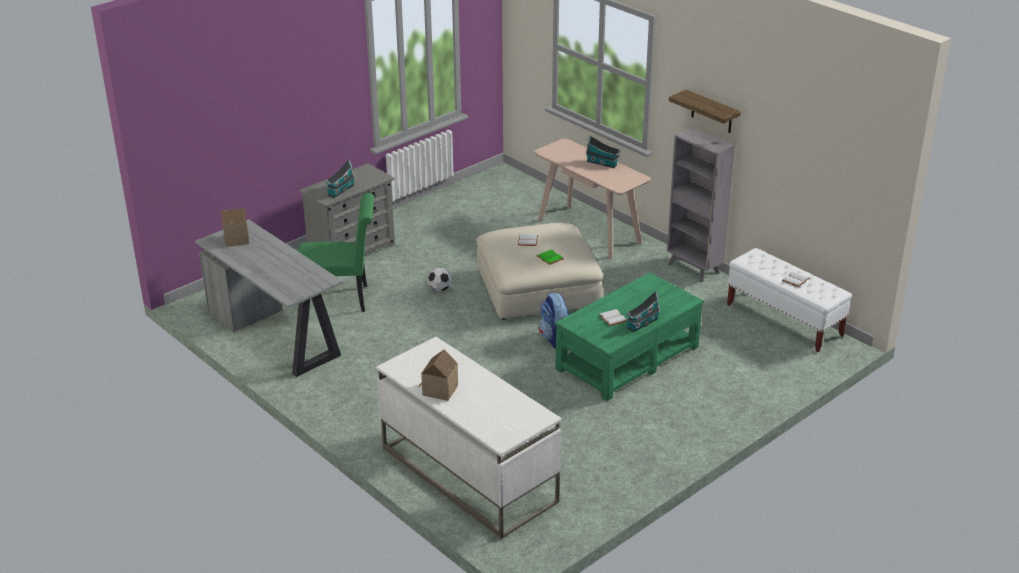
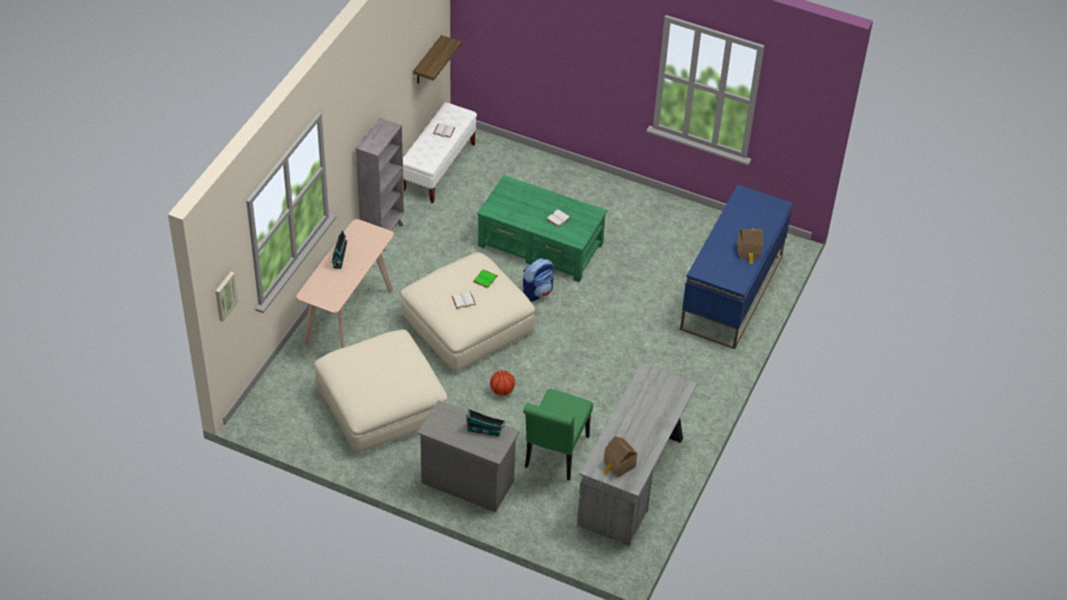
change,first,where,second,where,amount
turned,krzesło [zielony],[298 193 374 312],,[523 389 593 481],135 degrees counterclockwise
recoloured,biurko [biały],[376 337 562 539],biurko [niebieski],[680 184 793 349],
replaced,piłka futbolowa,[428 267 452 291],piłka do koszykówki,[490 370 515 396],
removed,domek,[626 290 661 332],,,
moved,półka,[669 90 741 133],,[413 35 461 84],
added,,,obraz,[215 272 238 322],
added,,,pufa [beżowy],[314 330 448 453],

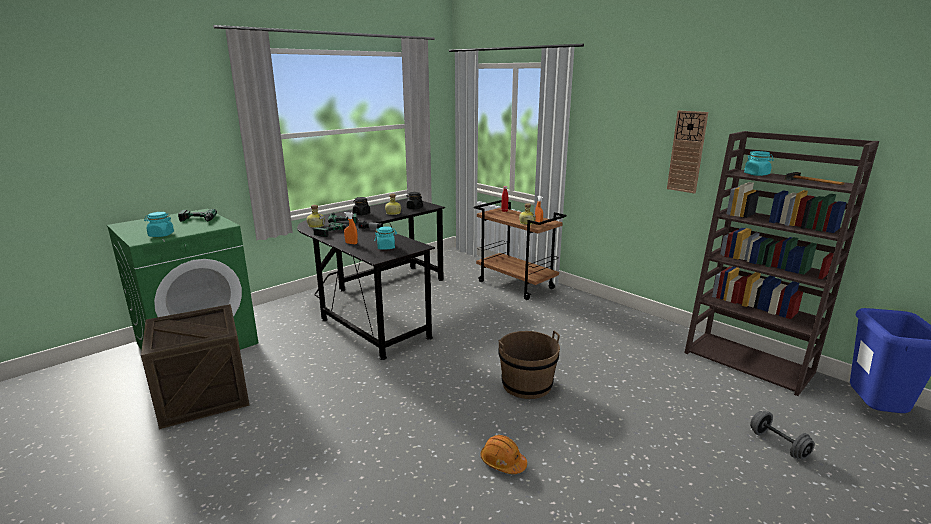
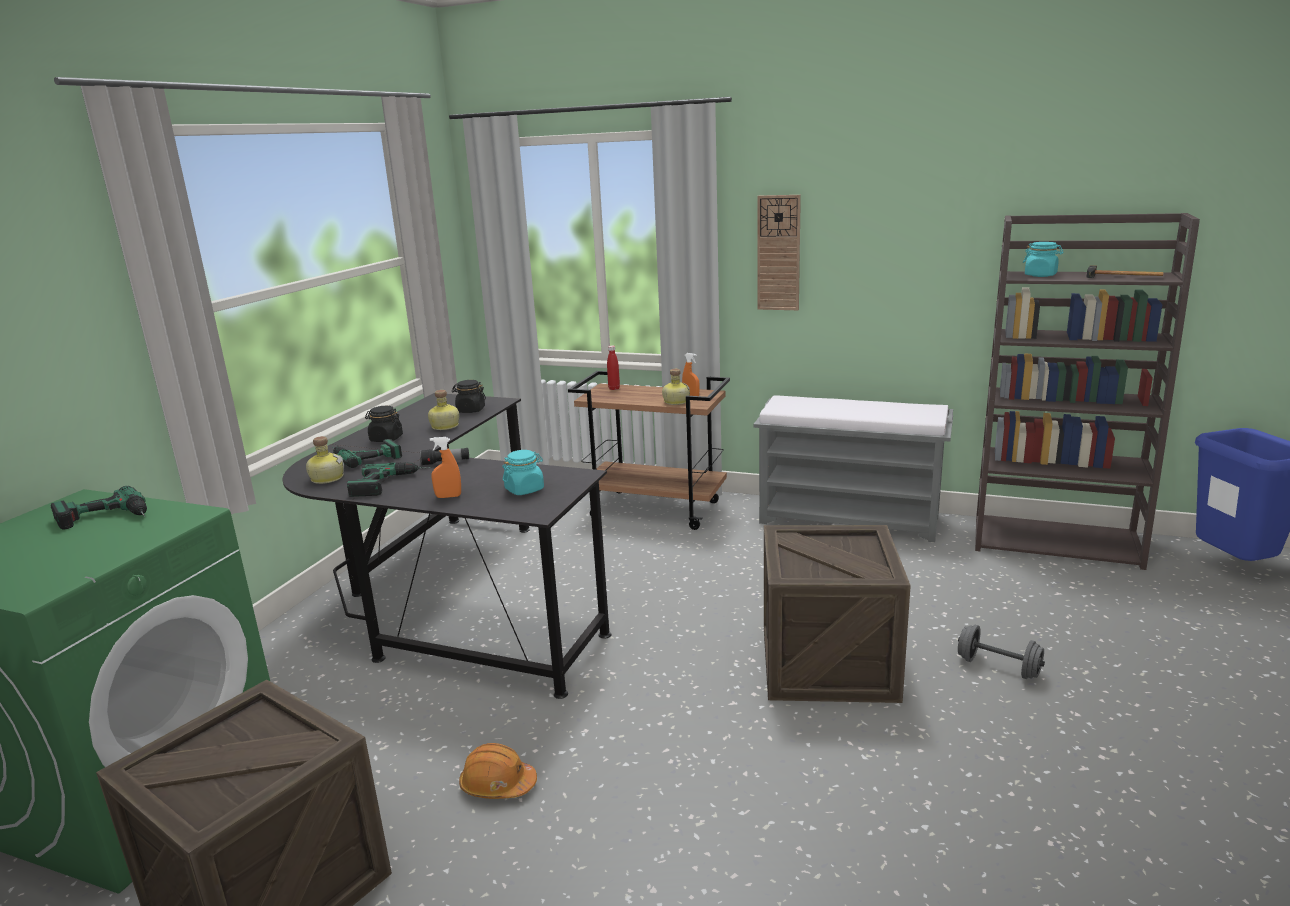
change,first,where,second,where,amount
removed,słoik [turkusowy],[144 212 174 237],,,
moved,kask [pomarańczowy],[480 435 527 474],,[459 743 537 799],
replaced,wiadro [brązowy],[498 331 560 399],skrzynka,[764 525 911 703],
moved,zegar ścienny,[667 110 708 194],,[757 195 801 310],
moved,hantel [szary],[750 411 815 460],,[958 625 1045 679],
added,,,ławka [szary],[753 395 953 542],

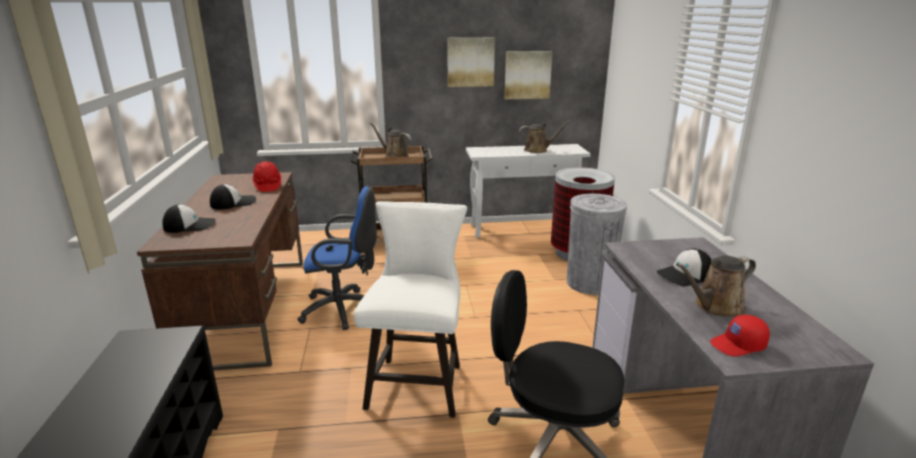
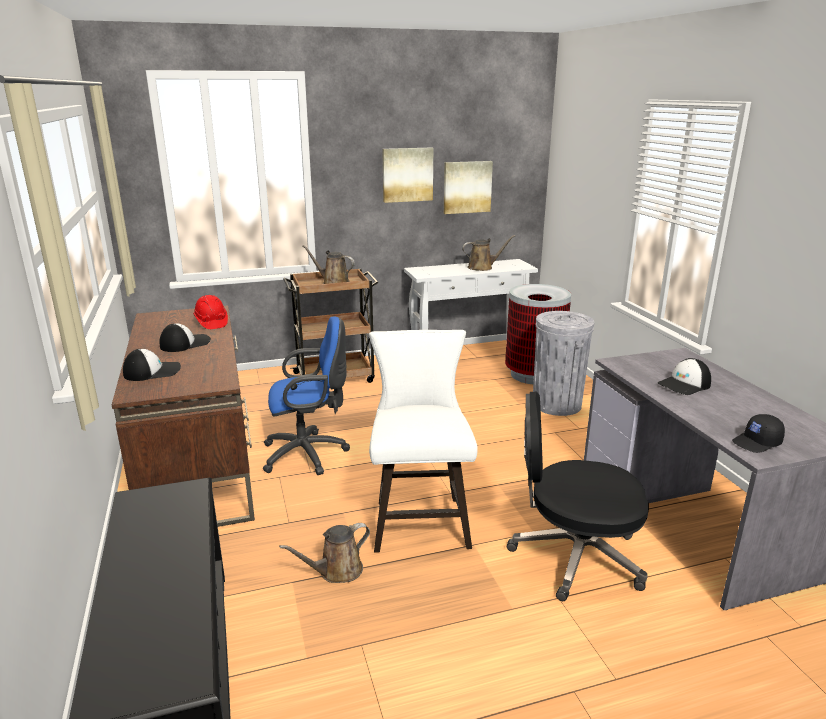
change,first,where,second,where,amount
moved,konewka [brązowy],[676 255 756 317],,[279 523 370 583],
recoloured,czapka z daszkiem [czerwony],[710 315 770 356],czapka z daszkiem [czarny],[732 414 785 453],

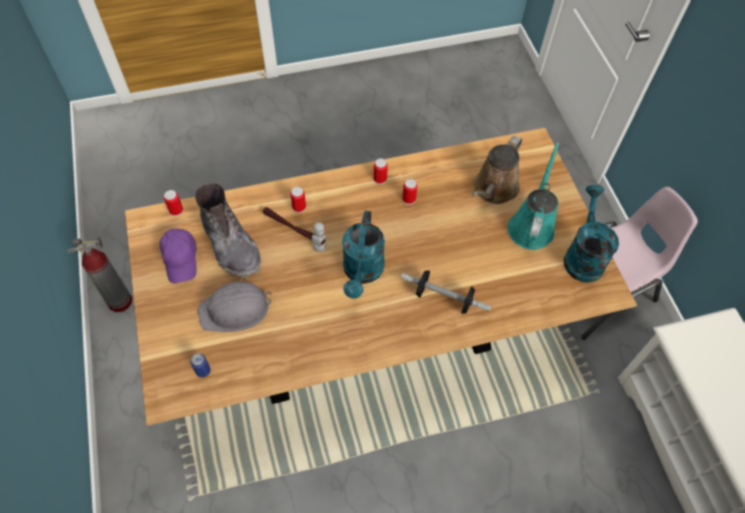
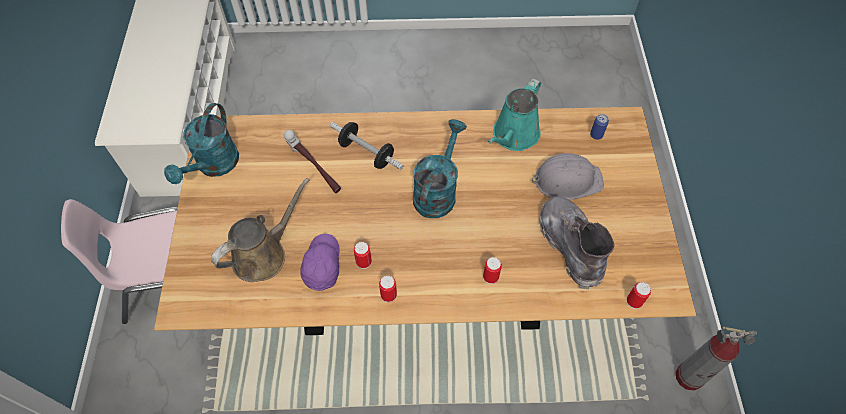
change,first,where,second,where,amount
moved,czapka z daszkiem [fioletowy],[159 229 197 283],,[300 234 340 291],
moved,młotek,[263 207 327 252],,[284 130 341 193],
moved,konewka [turkusowy],[507 142 559 250],,[488 78 541 151],

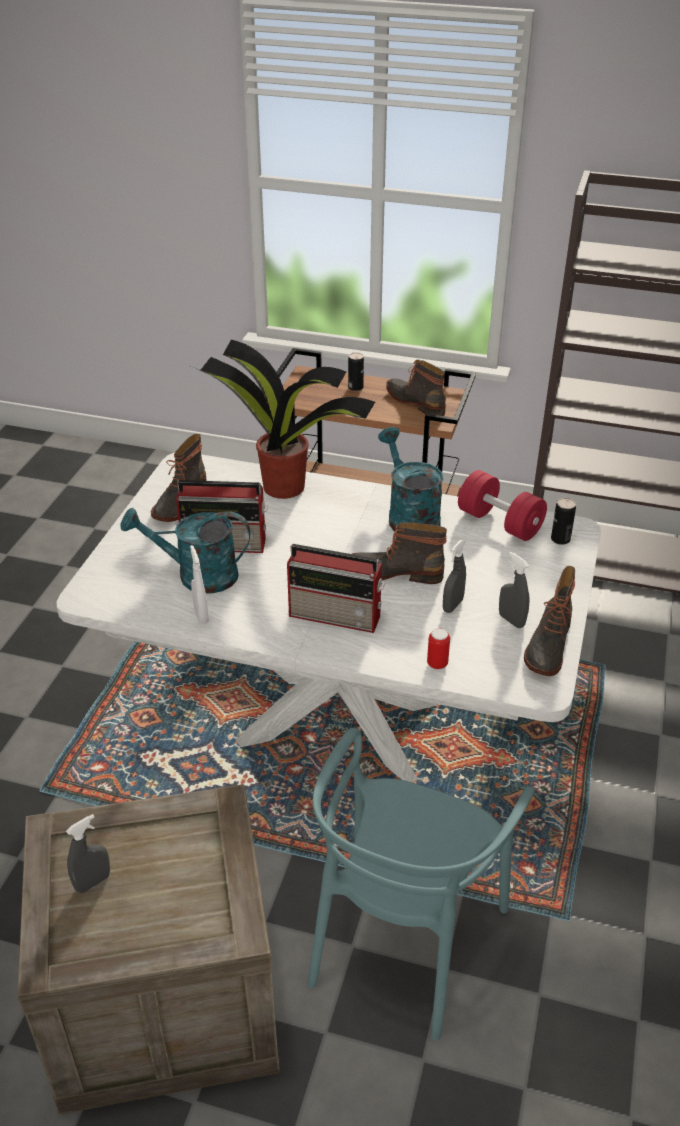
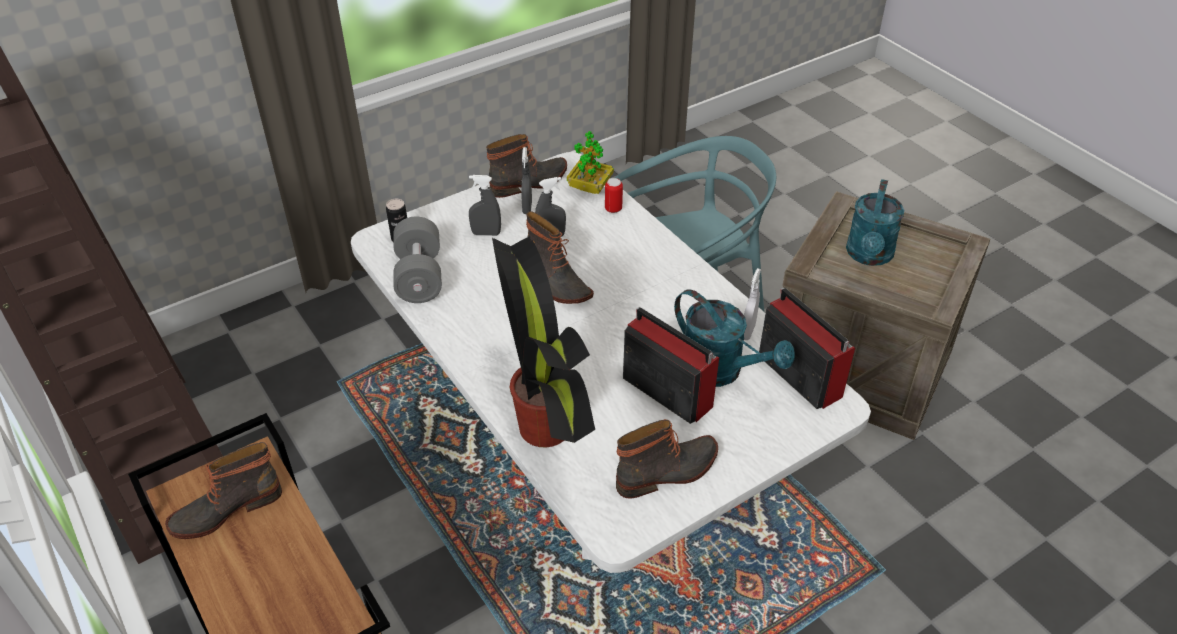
change,first,where,second,where,amount
moved,spryskiwacz [szary],[66 814 110 893],,[469 175 501 236],
moved,radio,[287 544 385 633],,[759 288 855 409],
removed,puszka,[348 352 364 391],,,
moved,konewka [turkusowy],[378 427 443 532],,[846 179 904 266],
turned,but z cholewką,[386 360 446 416],,[165 442 282 539],60 degrees clockwise
recoloured,hantel [czerwony],[458 470 547 541],hantel [szary],[393 217 442 303],
added,,,roślina doniczkowa,[567 131 614 194],

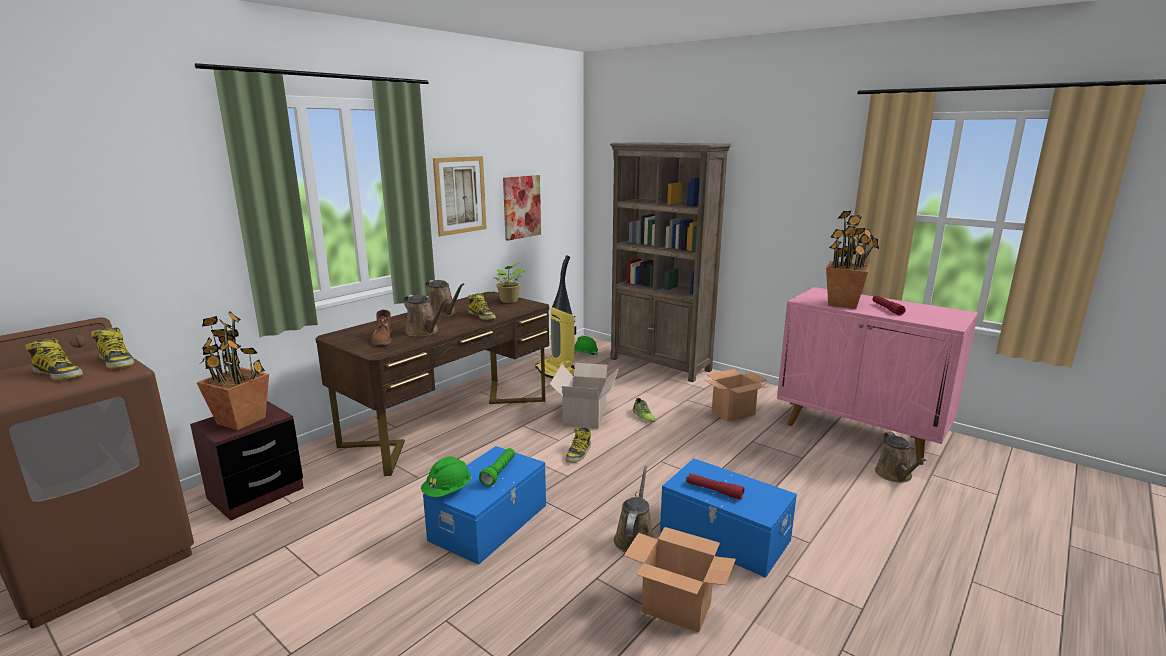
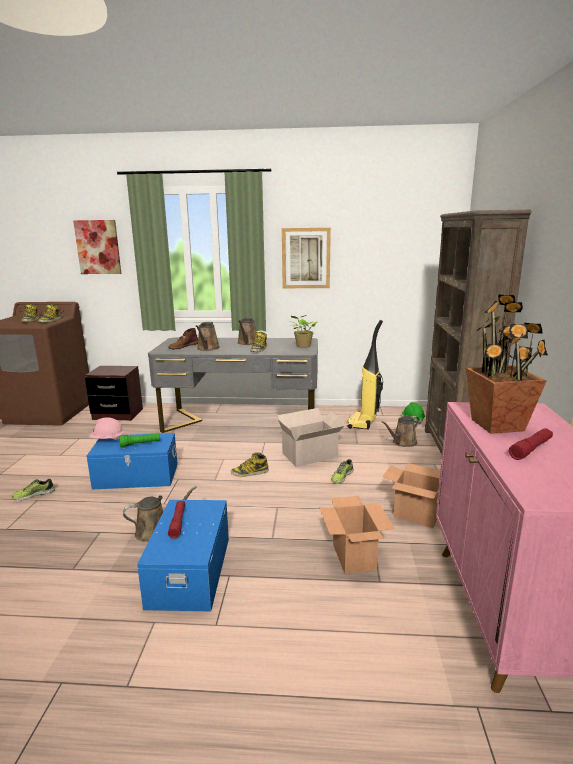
change,first,where,second,where,amount
removed,roślina doniczkowa,[196 312 269 430],,,
recoloured,biurko [brązowy],[316 292 549 476],biurko [szary],[148 337 318 433],
recoloured,kask [zielony],[421 456 471 497],kask [różowy],[89 417 125 440],
moved,obraz,[503 175 541 241],,[73 220 121 274],
moved,karton,[624 527 736 633],,[319 496 395 574],
moved,konewka [brązowy],[875 432 926 482],,[382 416 420 447],
added,,,but,[12 479 55 500],

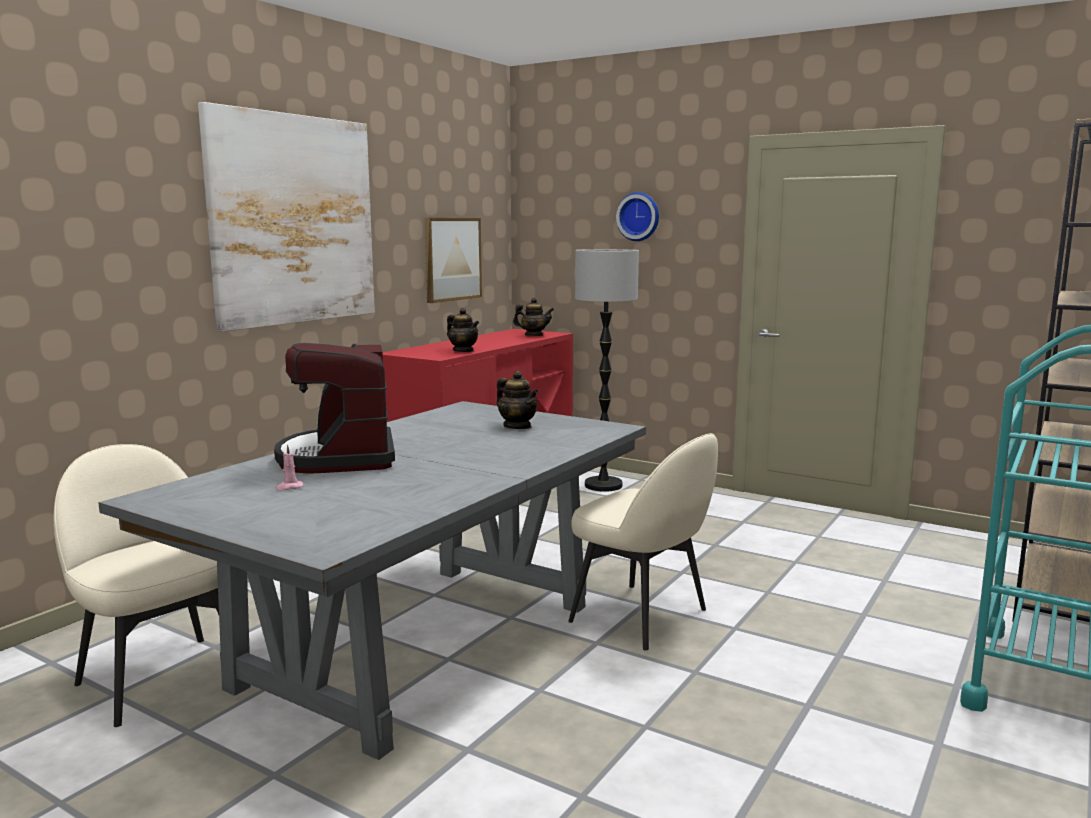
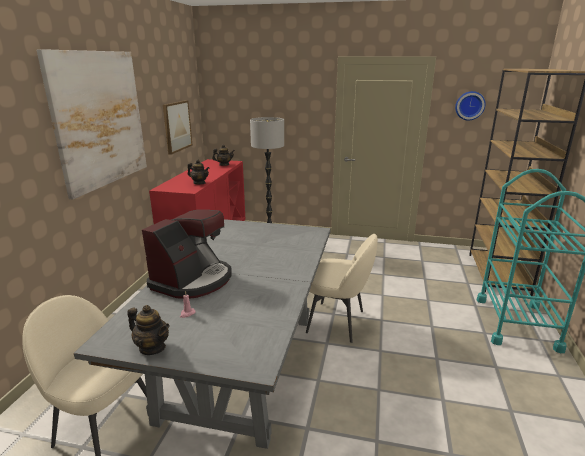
change,first,where,second,where,amount
turned,ekspres do kawy,[274 343 395 474],,[142 210 232 299],120 degrees counterclockwise
moved,imbryk,[496 371 539 429],,[127 305 170 355],
moved,zegar ścienny,[616 192 659 241],,[455 91 486 120],

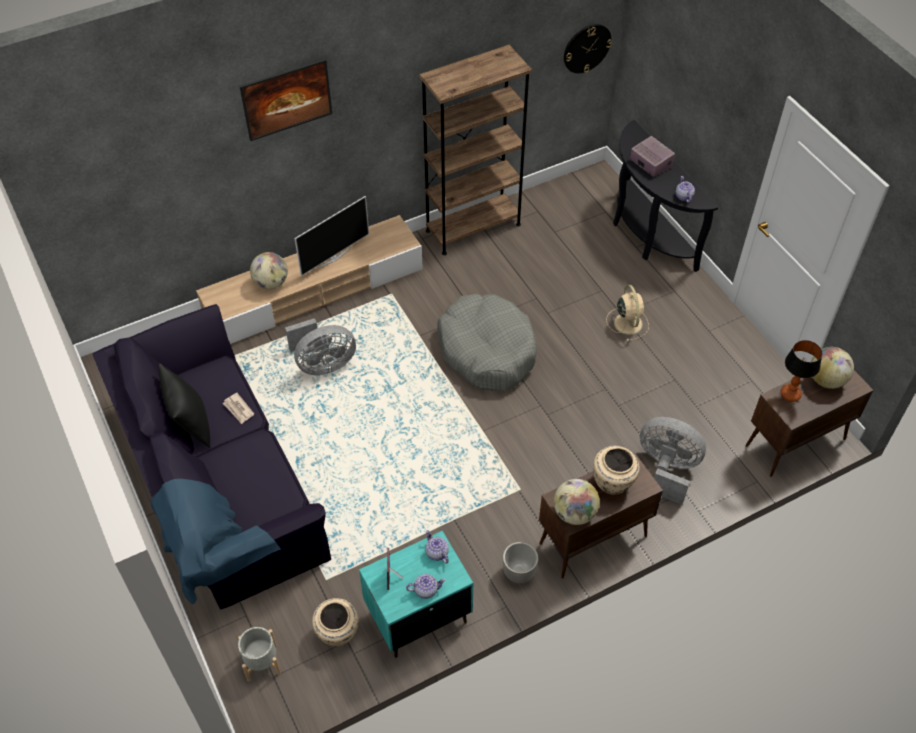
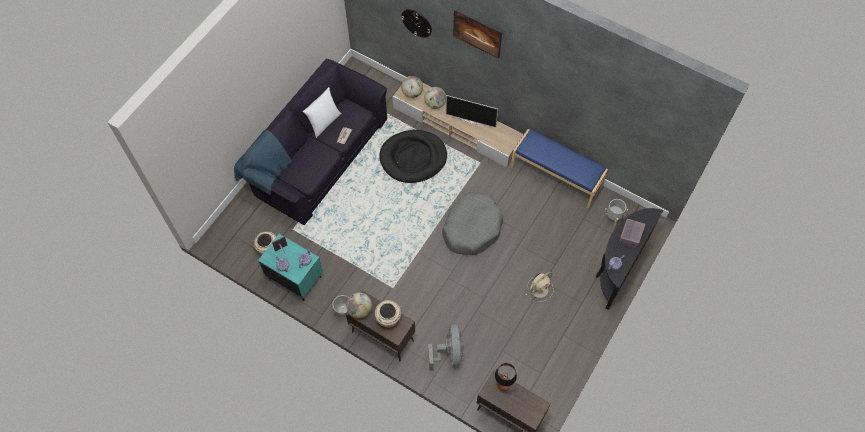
change,first,where,second,where,amount
recoloured,poduszka [czarny],[158 363 210 448],poduszka [biały],[303 87 342 138],
moved,donica [szary],[238 627 281 682],,[602 199 628 228],
replaced,wentylator [szary],[285 318 356 375],legowisko [czarny],[380 130 447 183],
replaced,regał [brązowy],[419 44 532 255],ławka [niebieski],[511 129 608 208],
moved,zegar ścienny,[564 24 612 73],,[401 9 432 38],
moved,globus,[811 347 854 389],,[401 76 423 98],

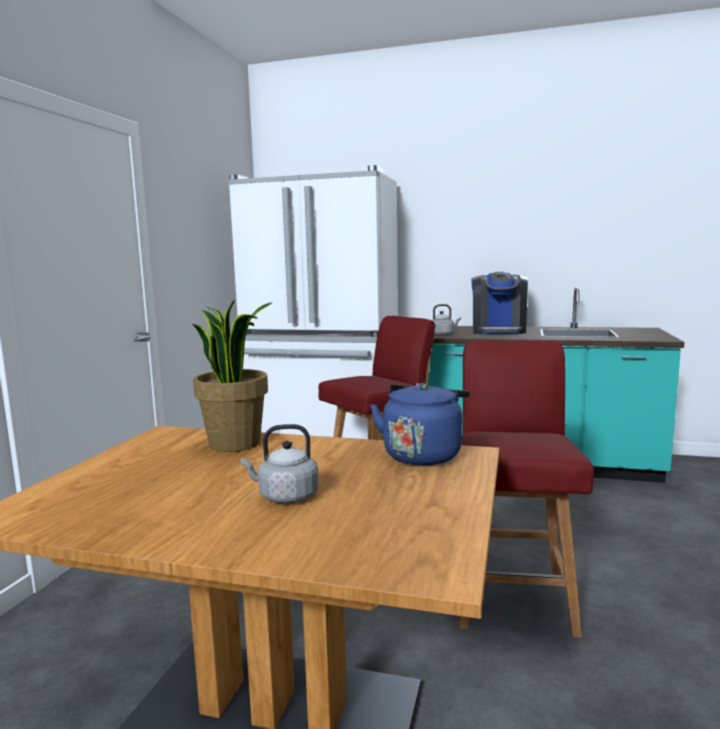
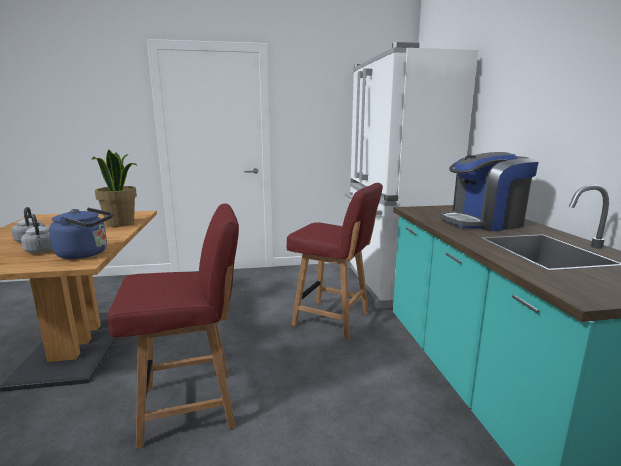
change,first,where,second,where,amount
moved,czajnik [szary],[432 304 461 336],,[21 214 53 253],

